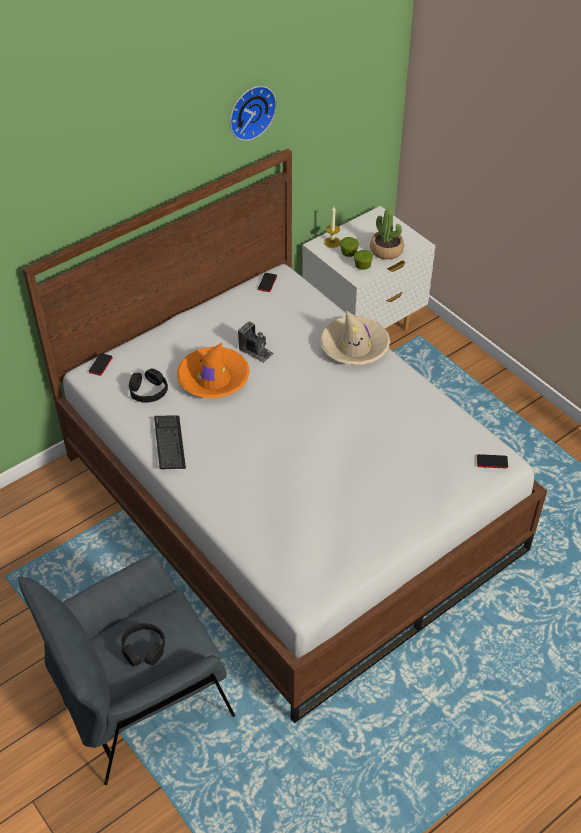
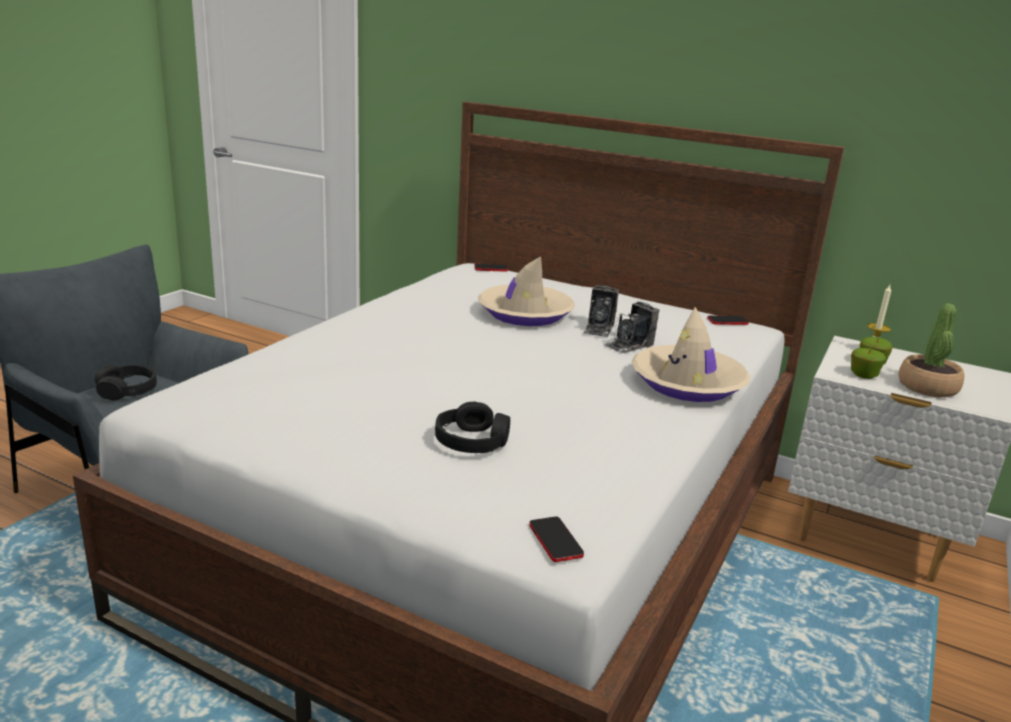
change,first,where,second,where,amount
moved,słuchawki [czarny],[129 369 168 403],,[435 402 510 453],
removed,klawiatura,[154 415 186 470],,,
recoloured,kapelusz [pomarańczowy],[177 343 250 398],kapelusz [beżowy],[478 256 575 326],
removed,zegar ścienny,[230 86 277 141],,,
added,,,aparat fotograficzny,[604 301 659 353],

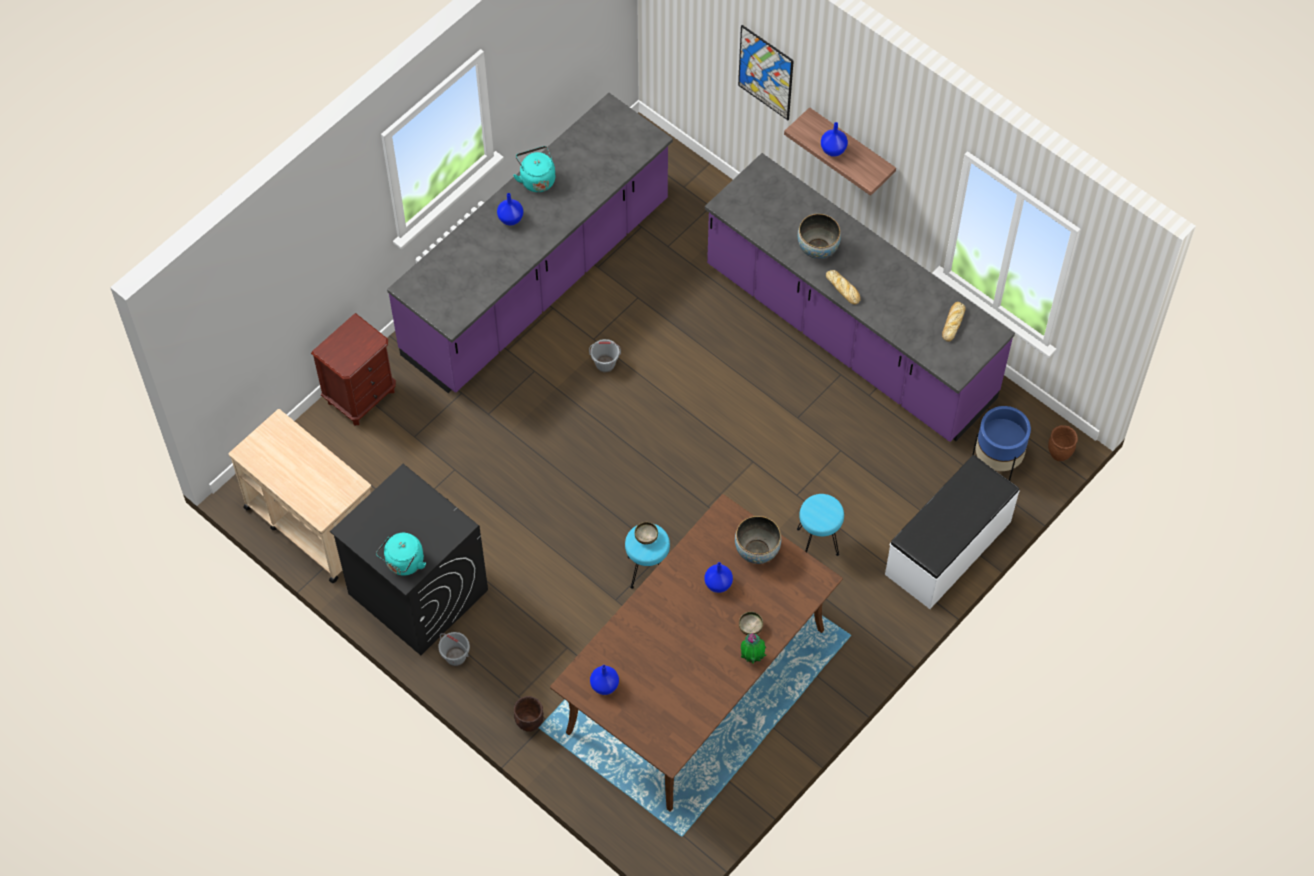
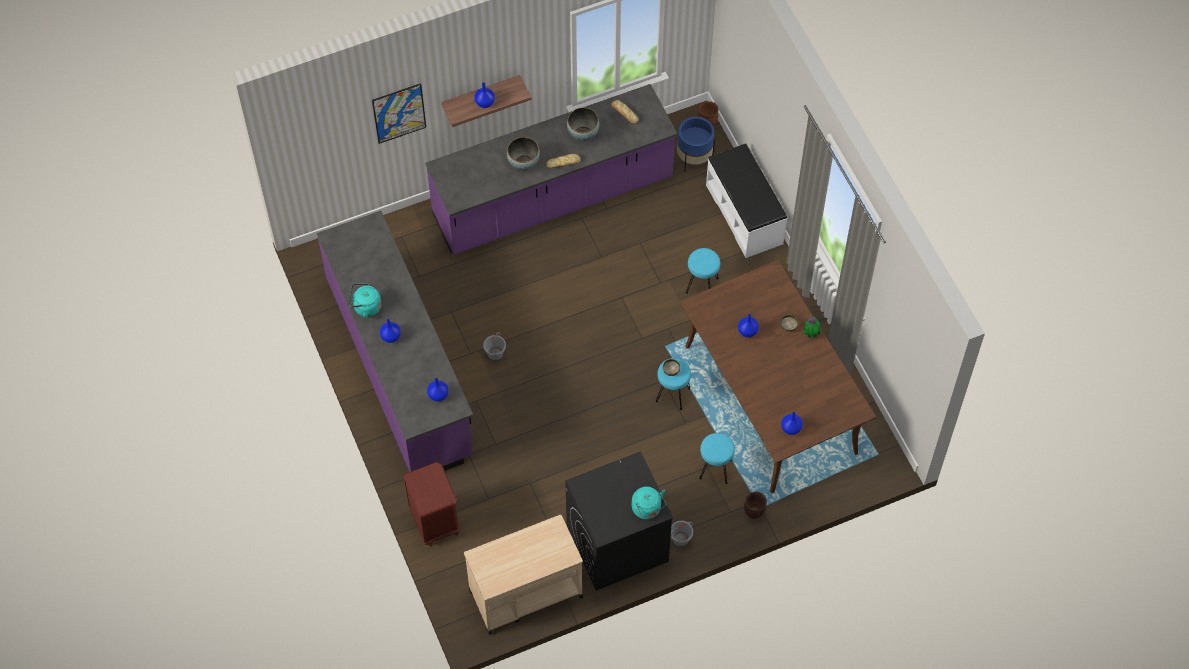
change,first,where,second,where,amount
moved,miska,[735 516 781 564],,[567 107 599 142],
added,,,wazon [niebieski],[427 378 449 402],
added,,,stołek [turkusowy],[699 433 735 484],

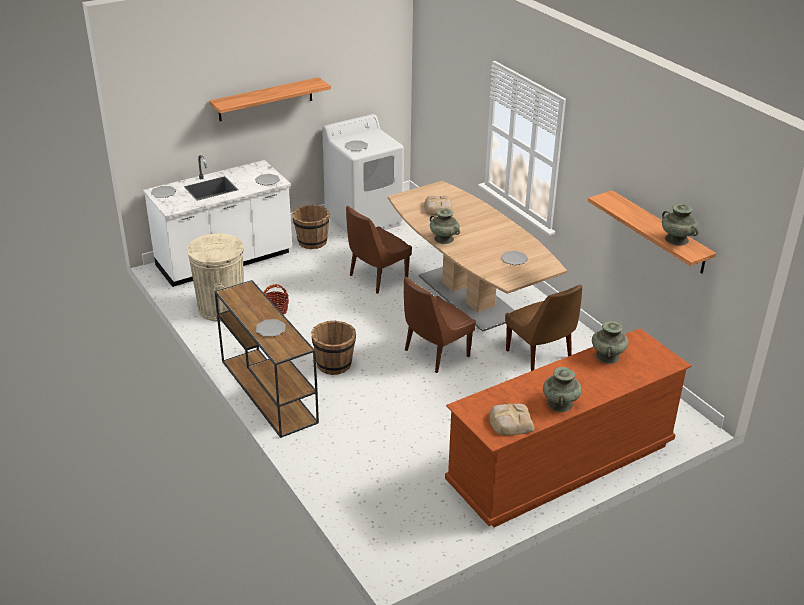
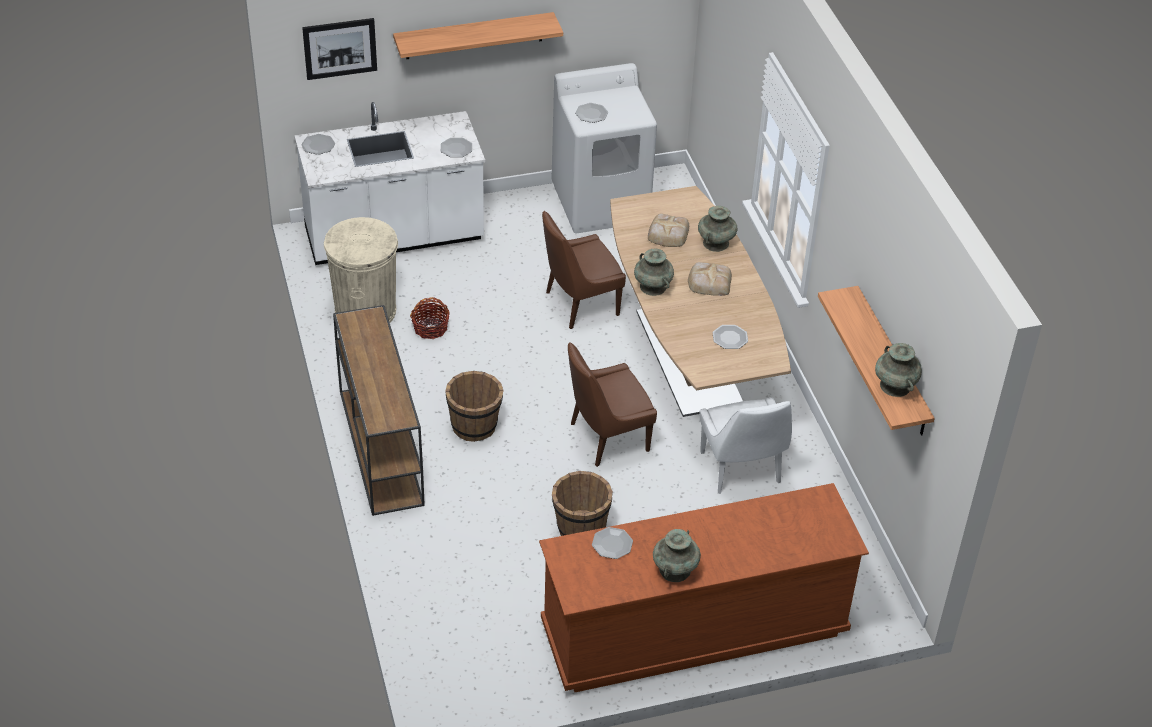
change,first,where,second,where,amount
moved,talerz,[256 319 286 337],,[592 527 633 559],
moved,wiadro [brązowy],[292 205 330 249],,[552 471 613 536],
moved,chleb,[489 404 535 435],,[688 262 732 296],
recoloured,krzesło [brązowy],[505 285 582 371],krzesło [biały],[700 397 792 494],
moved,wazon [turkusowy],[592 321 628 364],,[698 206 738 252],
added,,,obraz,[302 18 377 80],

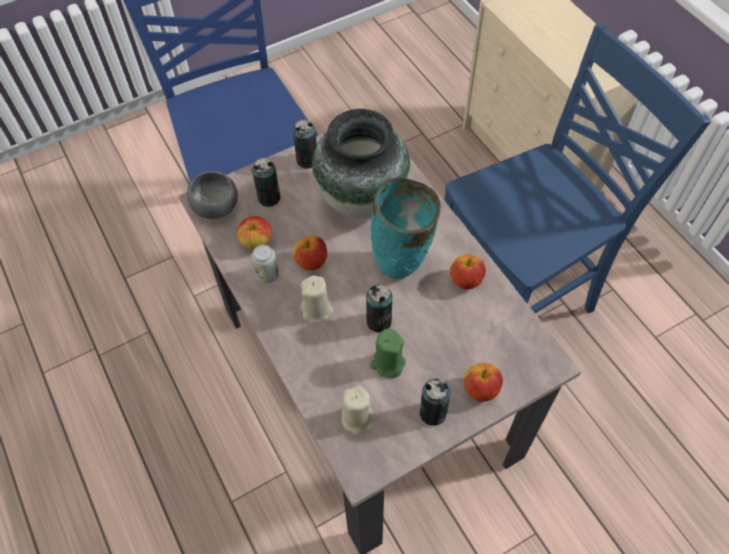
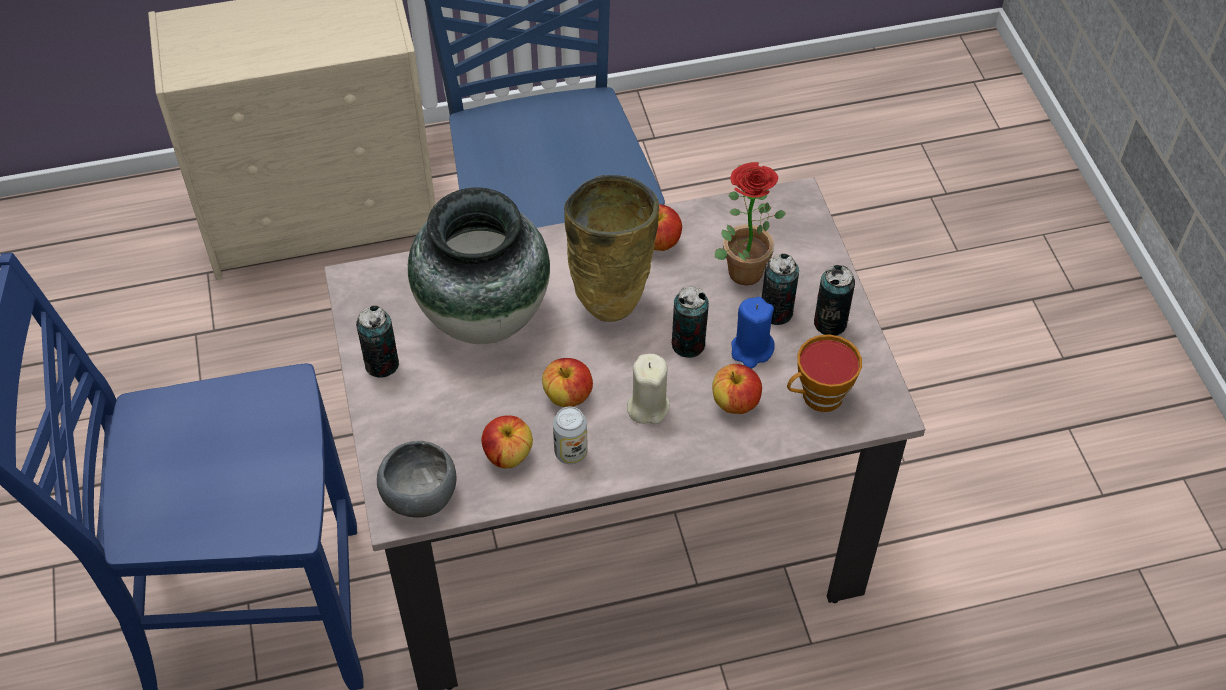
change,first,where,second,where,amount
moved,puszka,[252 158 280 207],,[762 254 799 325],
replaced,świeca [beżowy],[342 385 375 436],filiżanka,[787 334 862 412],
recoloured,wazon [turkusowy],[370 178 441 279],wazon [beżowy],[564 175 659 322],
recoloured,świeca [zielony],[370 329 406 378],świeca [niebieski],[731 297 774 369],
moved,jabłko,[464 363 503 402],,[712 364 762 414],
added,,,roślina doniczkowa,[715 162 786 286],

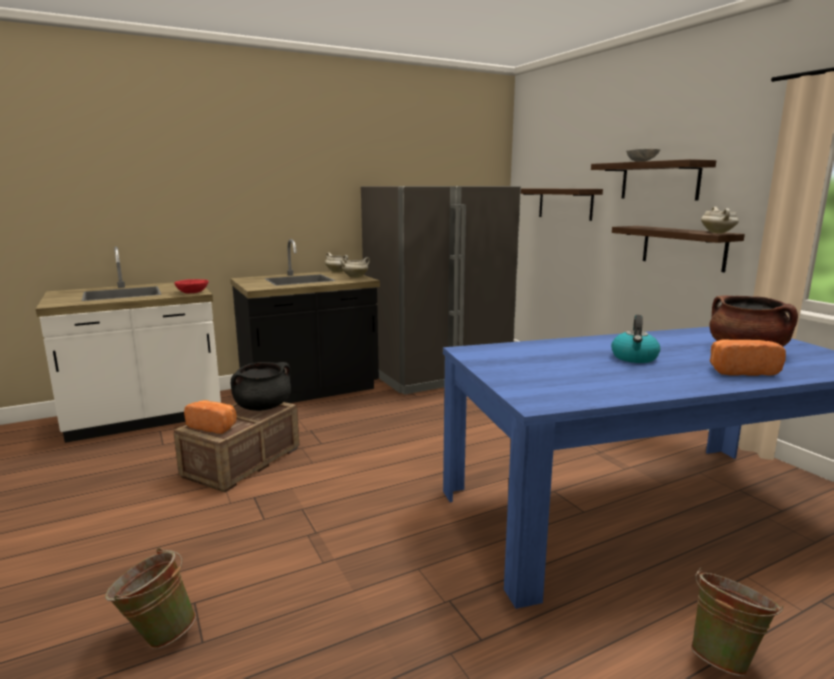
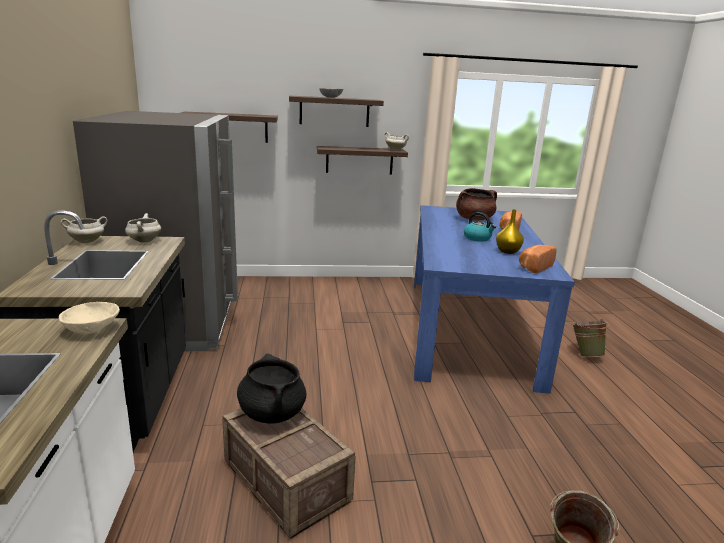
change,first,where,second,where,amount
recoloured,miska [czerwony],[174 279 209 293],miska [beżowy],[59 302 120 334],
moved,chleb,[184 400 236 434],,[519 245 557 273],
added,,,wazon [żółty],[496 209 524 254],

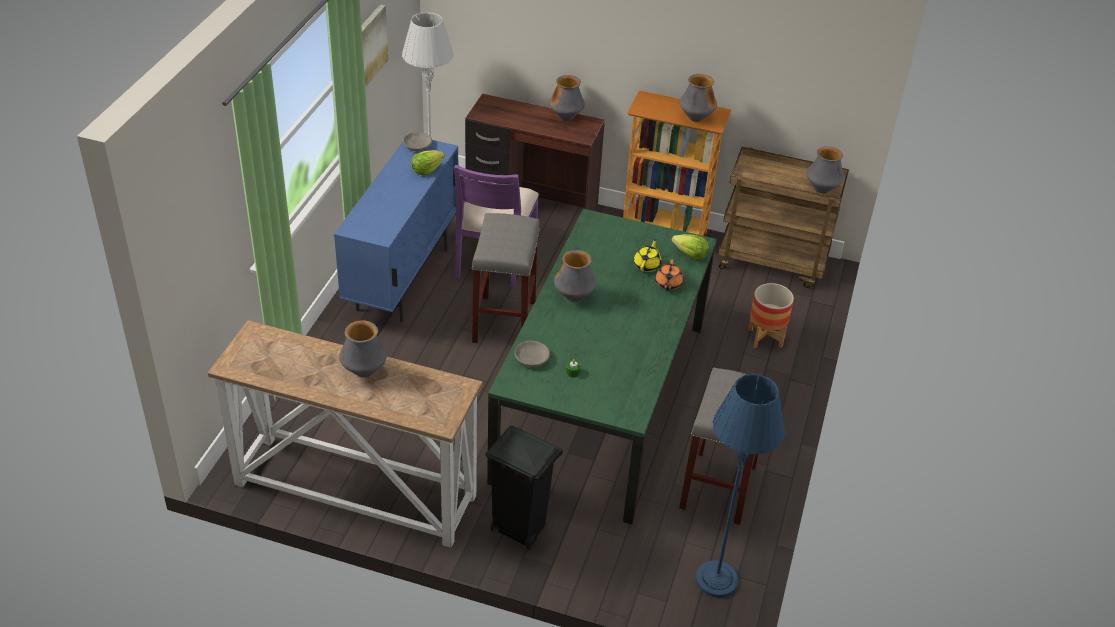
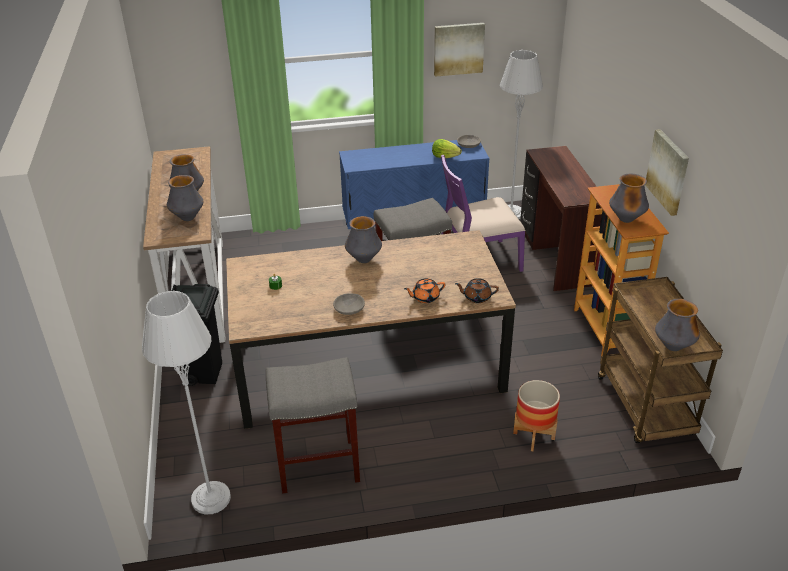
change,first,where,second,where,amount
recoloured,stół jadalny [zielony],[487 209 717 525],stół jadalny [brązowy],[226 230 516 429],
moved,miska [szary],[515 341 550 367],,[333 293 365 315],
moved,wazon,[549 75 585 121],,[167 175 204 221],
removed,imbryk [żółty],[633 239 662 272],,,
replaced,sałata,[671 234 709 259],imbryk [brązowy],[455 278 499 303],
recoloured,lampa stojąca [niebieski],[696 374 785 598],lampa stojąca [szary],[142 291 231 514],
added,,,obraz,[646 129 689 216],

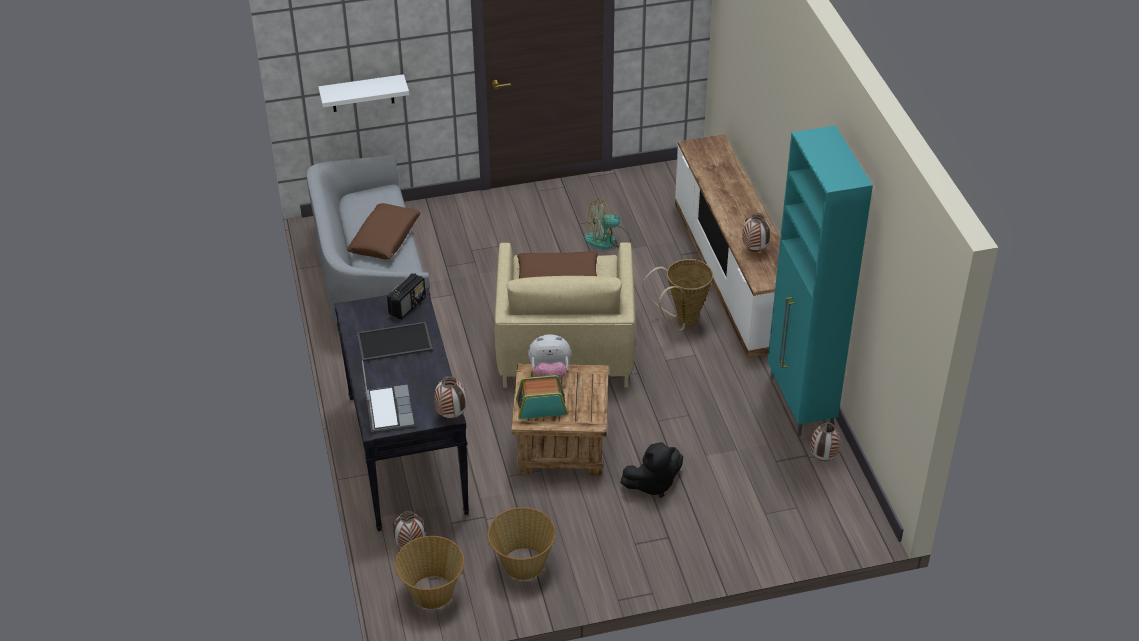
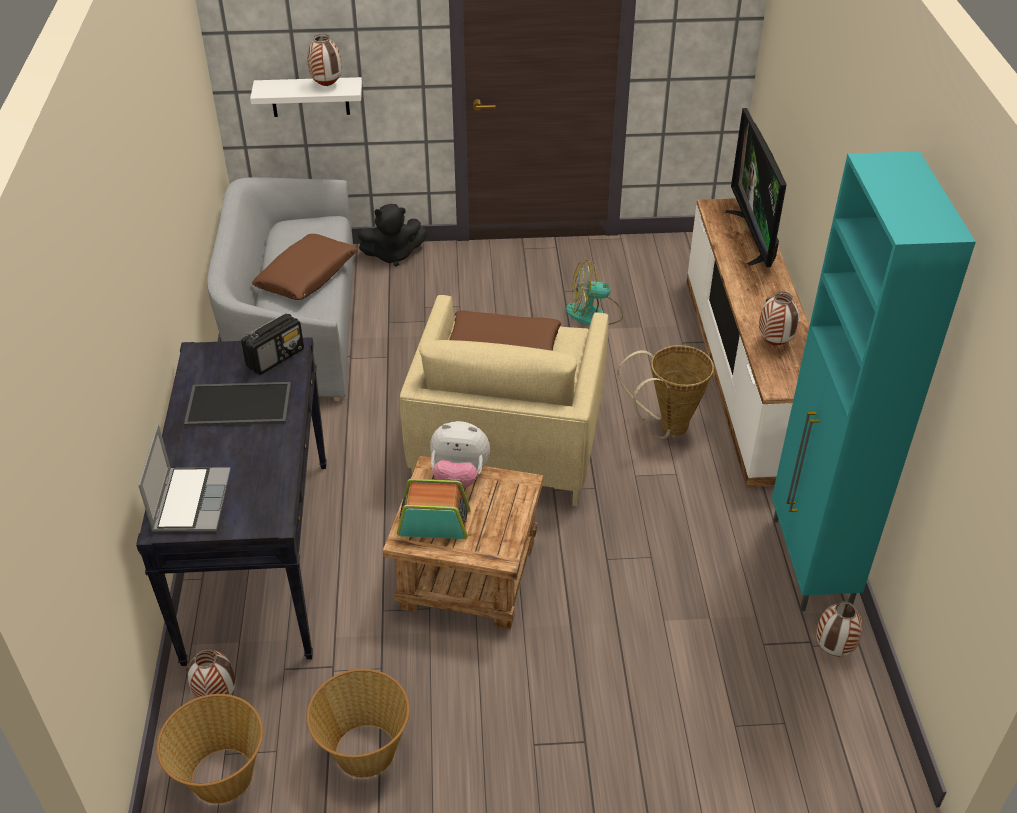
change,first,where,second,where,amount
moved,wazon,[434 376 467 419],,[307 34 342 86],
moved,pluszak [czarny],[620 442 683 498],,[358 204 427 266],
added,,,telewizor,[725 108 787 267],

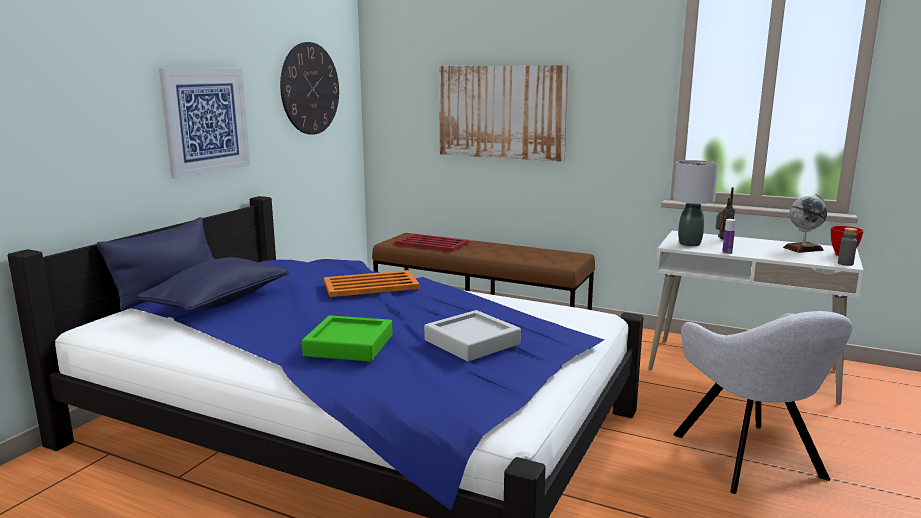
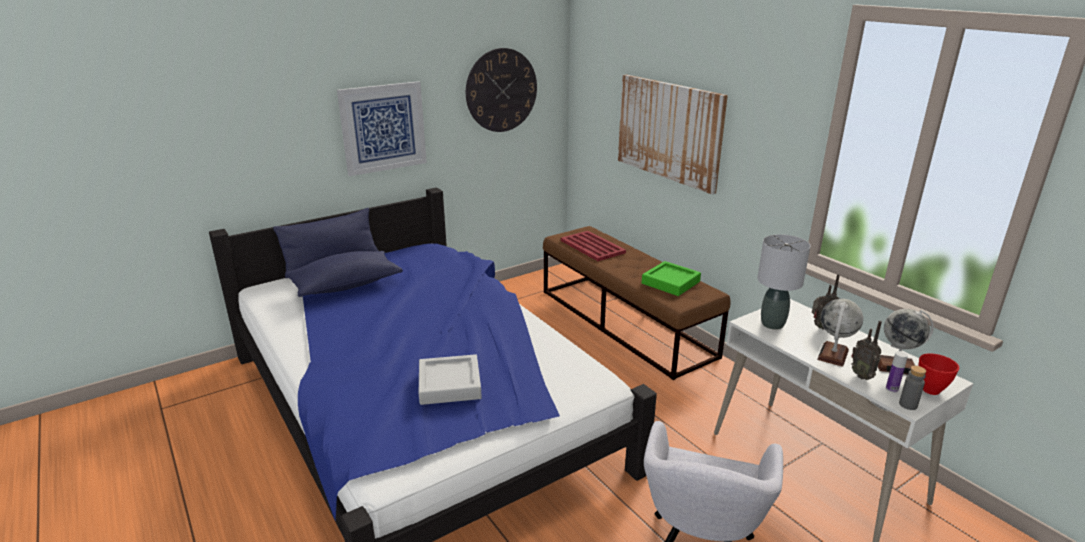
change,first,where,second,where,amount
moved,taca [zielony],[302 315 393 362],,[642 261 701 296],
removed,taca [pomarańczowy],[324 270 420 297],,,
moved,butelka,[722 219 736 254],,[886 351 908 393],
added,,,globus,[817 299 863 367],
added,,,radio,[851 321 882 380],

